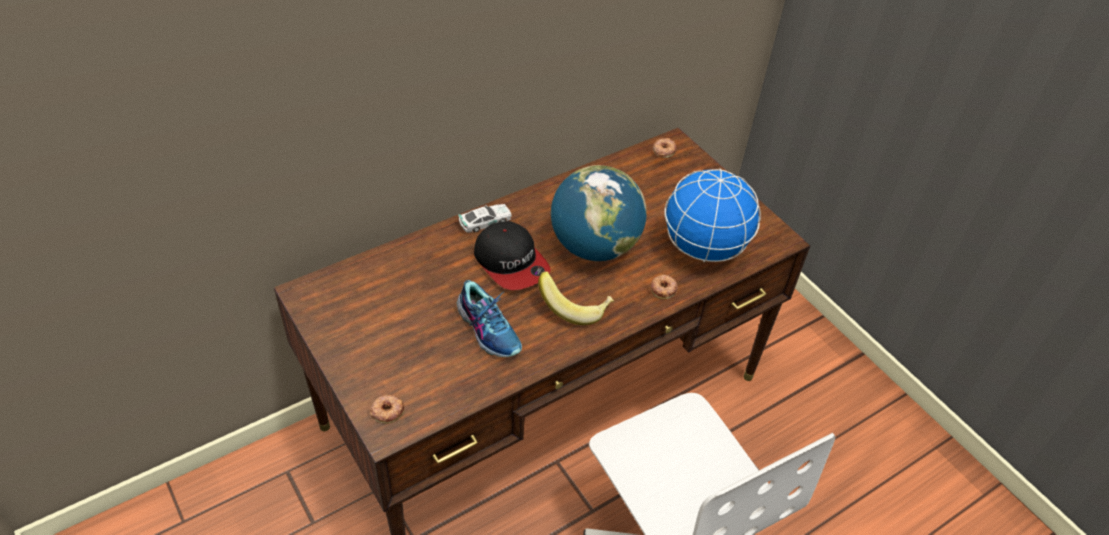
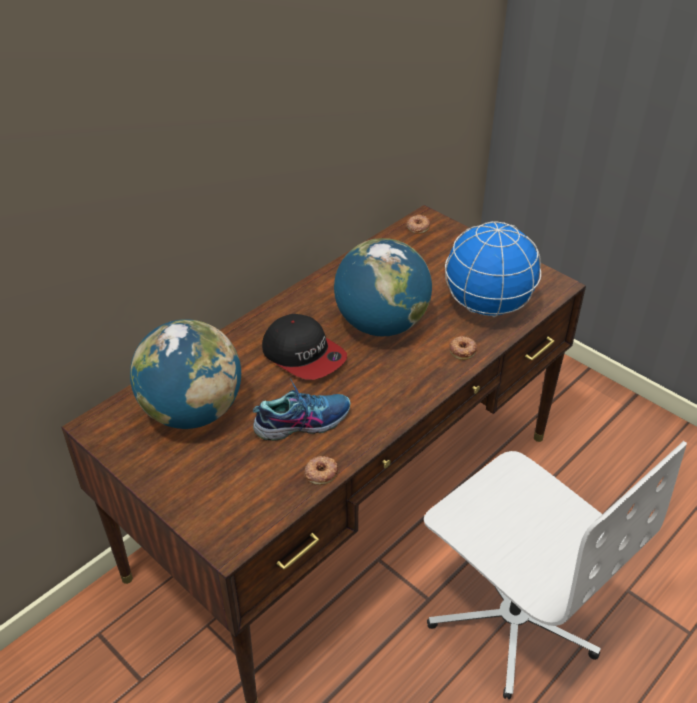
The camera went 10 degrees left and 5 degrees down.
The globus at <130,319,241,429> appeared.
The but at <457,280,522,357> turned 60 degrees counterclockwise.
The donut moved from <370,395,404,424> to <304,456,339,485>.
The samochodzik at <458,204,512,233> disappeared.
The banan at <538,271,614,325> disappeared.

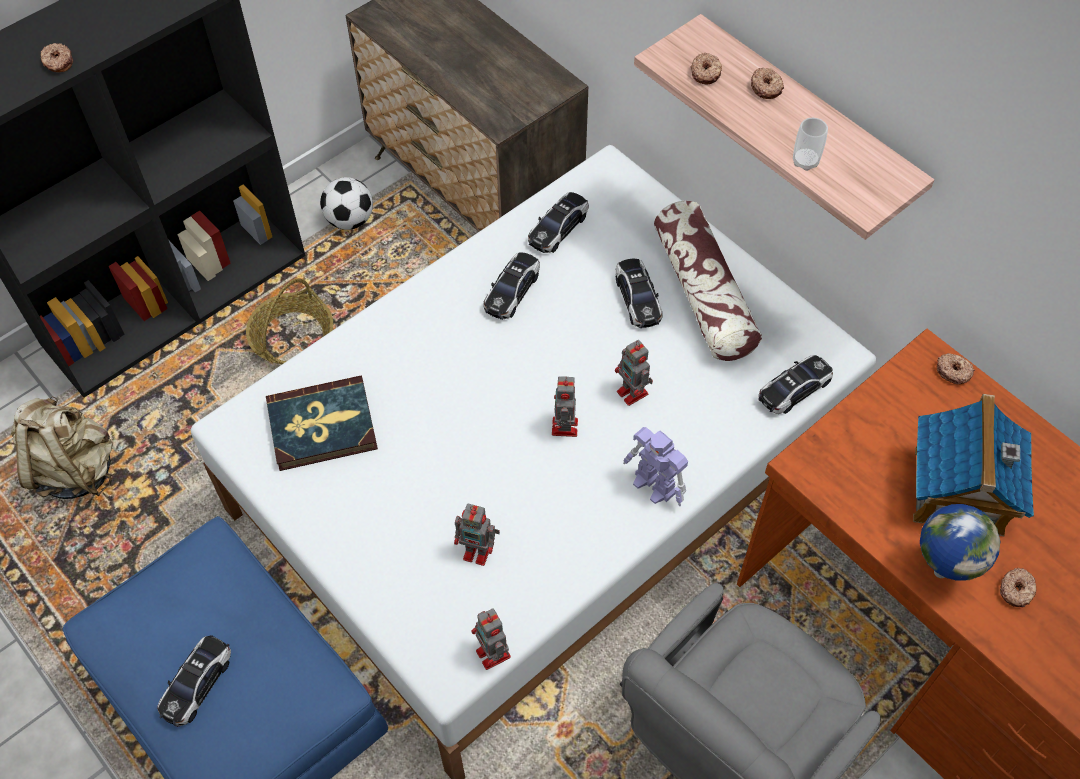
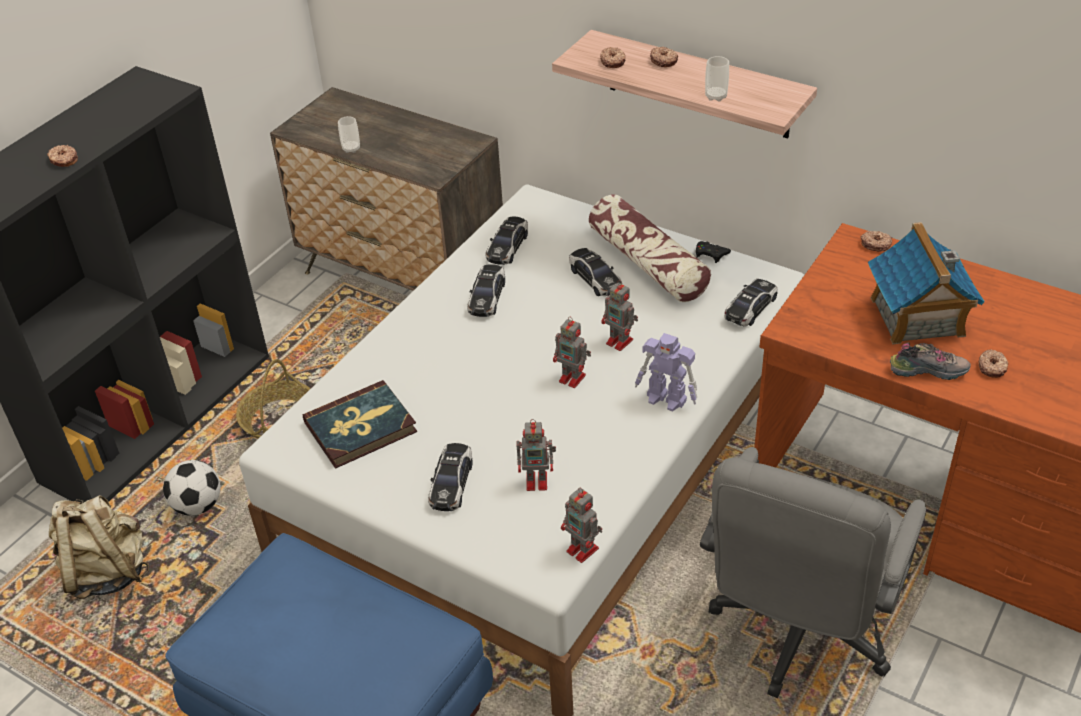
The camera went 15 degrees left and 15 degrees down.
The piłka futbolowa moved from <320,177,373,230> to <163,460,221,516>.
The filiżanka at <338,116,360,153> appeared.
The samochodzik moved from <157,635,231,727> to <428,443,473,511>.
The robot zabawkowy at <552,376,578,437> turned 45 degrees counterclockwise.
The pad do gier (czarny) at <696,241,731,263> appeared.
The globus at <920,504,1000,581> was replaced by the but at <890,342,971,380>.

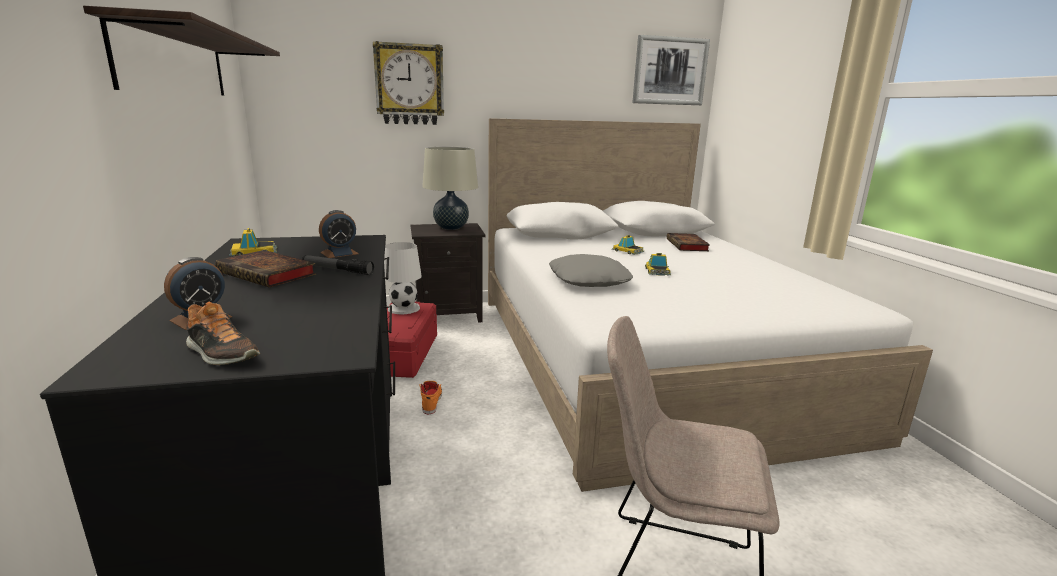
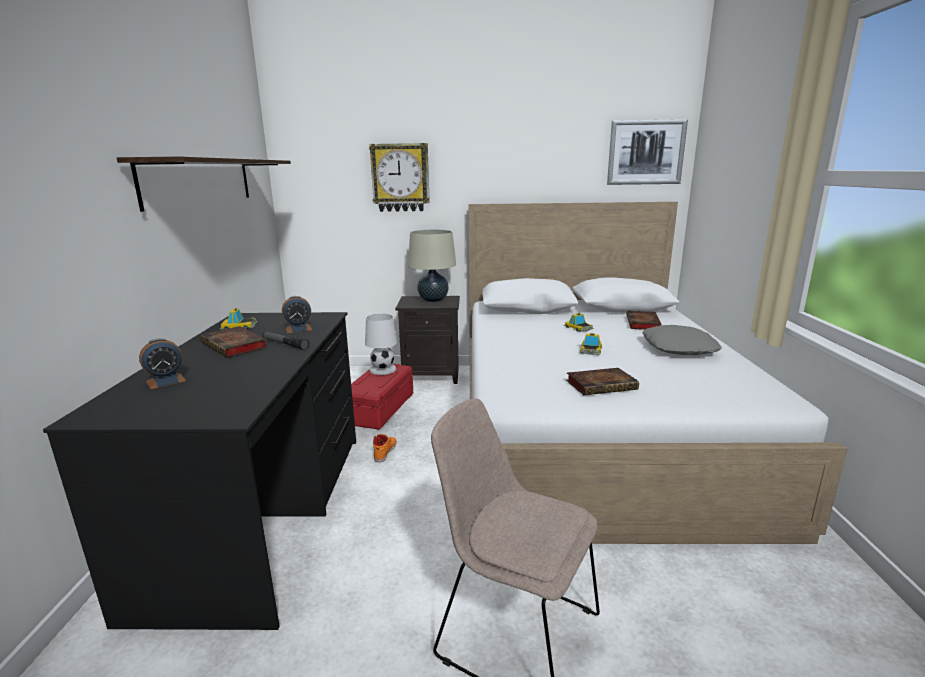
The camera went 15 degrees right and 0 degrees up.
The książka at <566,368,639,395> appeared.
The poduszka (szary) moved from <549,254,633,287> to <642,325,722,355>.
The but at <186,301,260,365> disappeared.

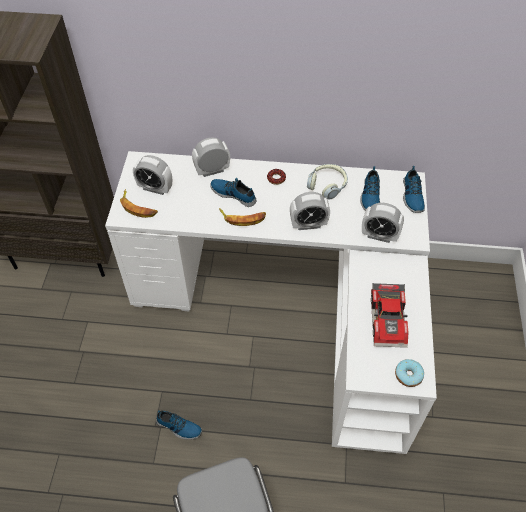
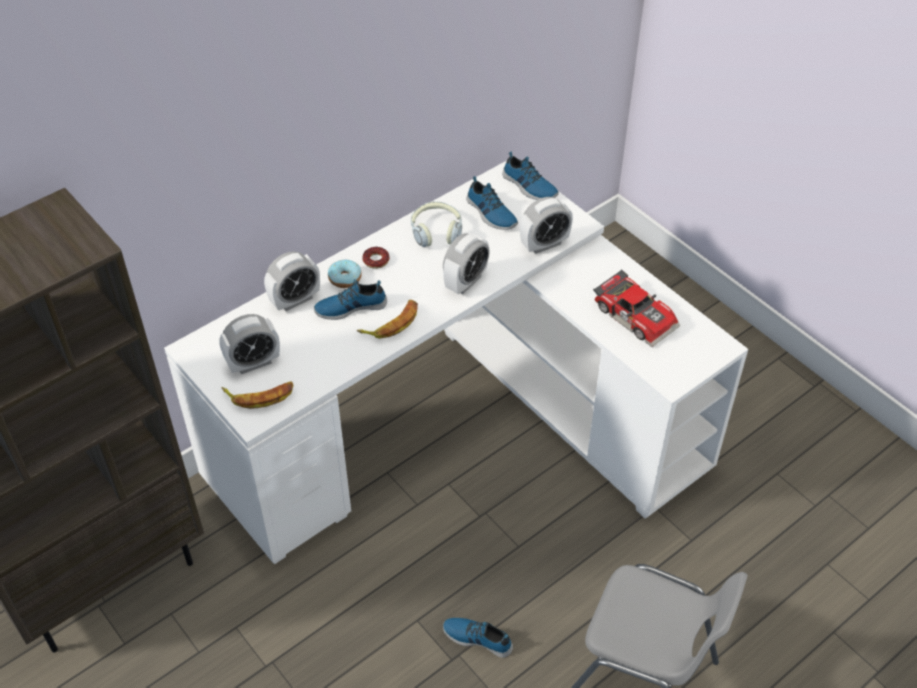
The camera went 45 degrees left and 5 degrees down.
The budzik at <192,137,230,177> turned 150 degrees counterclockwise.
The donut moved from <395,359,424,387> to <328,259,362,288>.
The but at <156,410,202,440> turned 135 degrees counterclockwise.

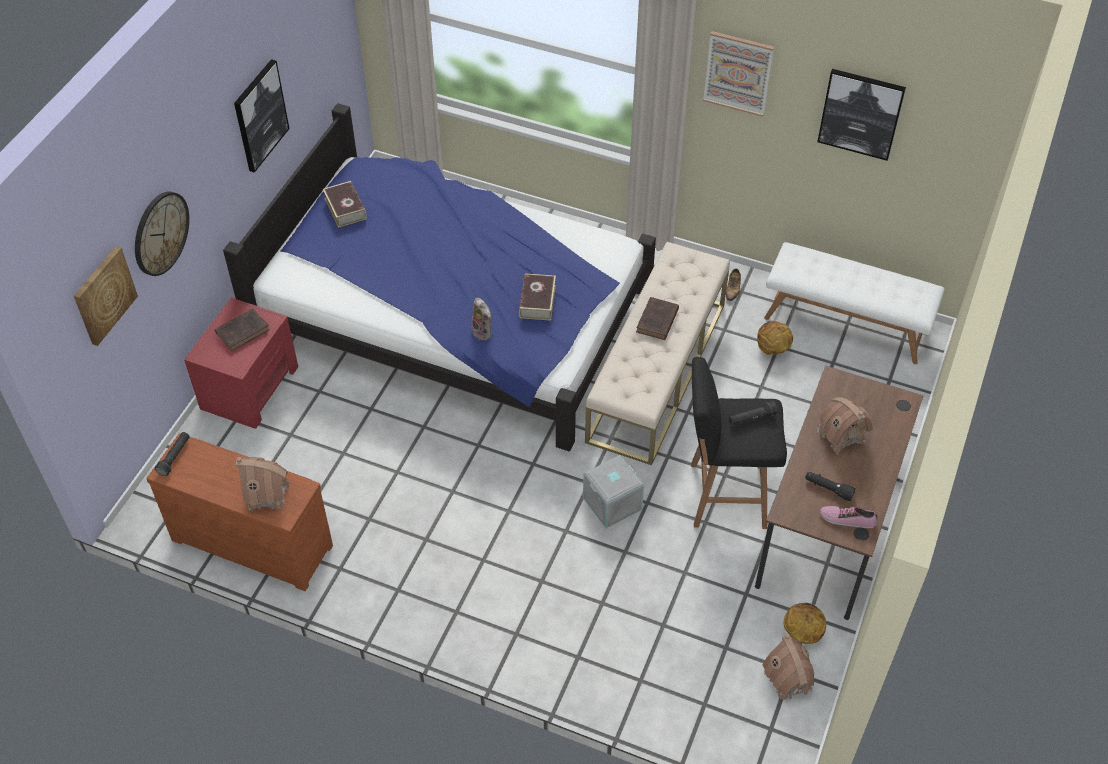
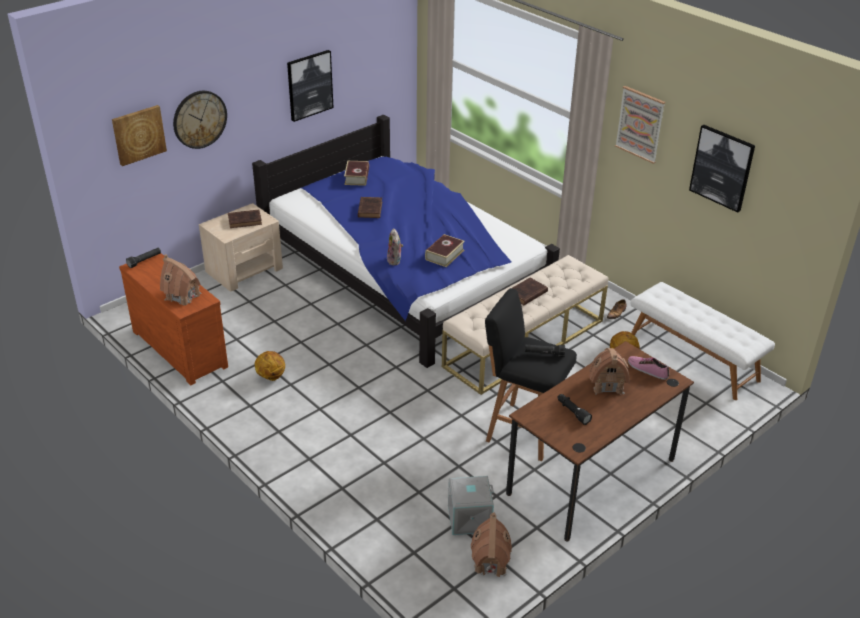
The camera went 25 degrees right and 15 degrees down.
The szafka nocna (czerwony) at <184,298,298,429> became the szafka nocna (beżowy) at <199,203,283,292>.
The piłka do koszykówki moved from <784,603,826,644> to <255,351,285,381>.
The książka (brązowy) at <358,197,382,218> appeared.
The pojemnik do przechowywania (szary) moved from <583,455,644,528> to <448,476,494,535>.
The but moved from <820,506,878,528> to <628,356,669,380>.

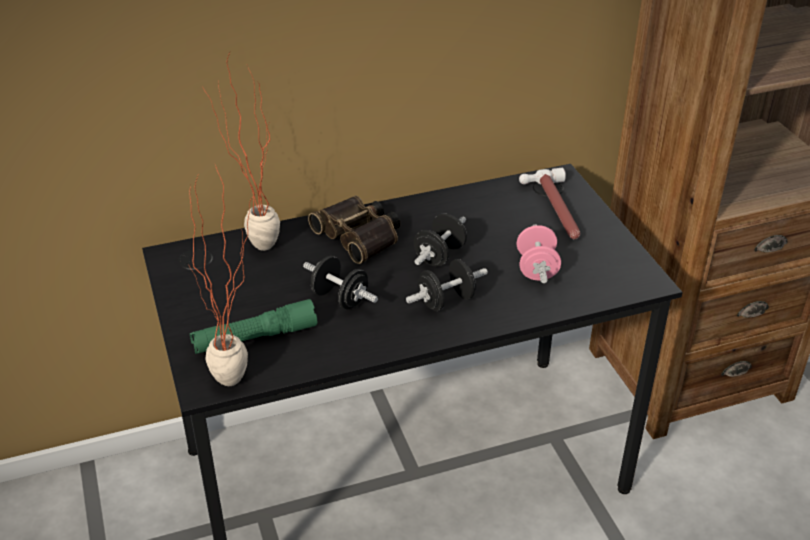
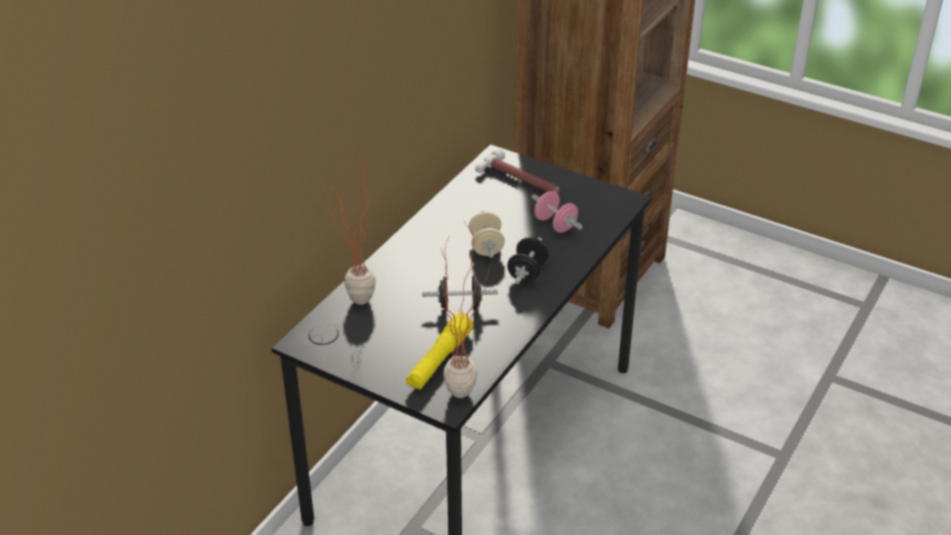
The camera went 40 degrees left and 0 degrees up.
The latarka (zielony) at <190,299,317,354> became the latarka (żółty) at <406,313,474,390>.
The hantel (czarny) at <413,213,467,266> became the hantel (beżowy) at <469,211,505,257>.
The lornetka at <308,196,400,264> disappeared.

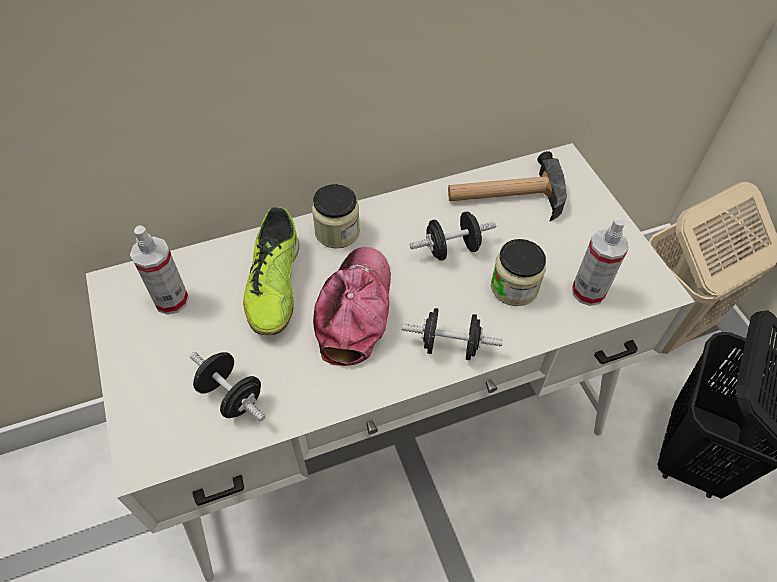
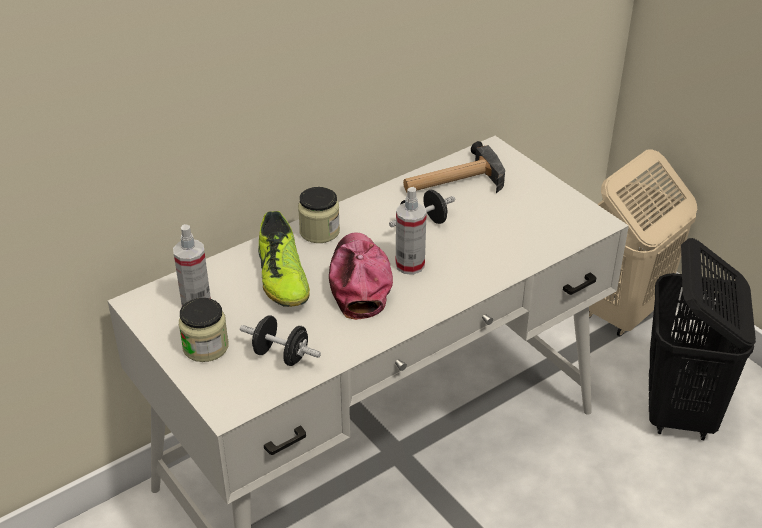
The camera went 15 degrees left and 15 degrees down.
The słoik moved from <491,239,546,306> to <179,298,229,362>.
The spryskiwacz moved from <572,218,629,306> to <396,187,427,275>.
The hantel (czarny) at <402,308,503,360> disappeared.

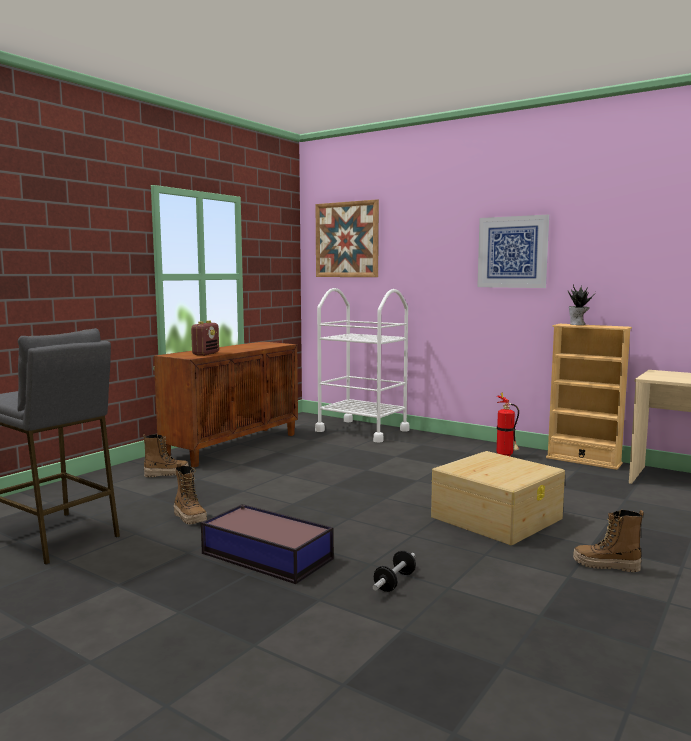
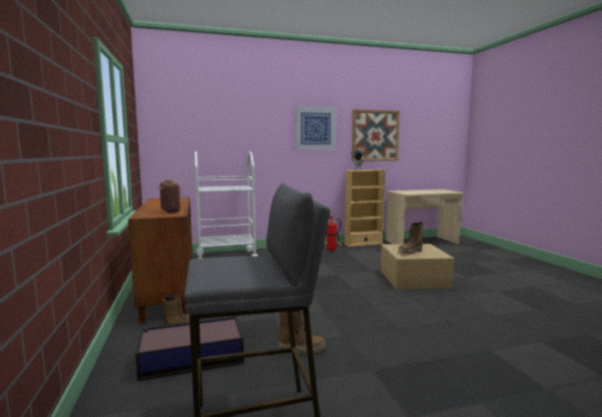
The camera went 50 degrees left and 0 degrees up.
The pojemnik do przechowywania moved from <201,504,334,584> to <136,317,244,381>.
The obraz moved from <316,199,379,277> to <352,109,400,161>.
The but z cholewką moved from <573,510,644,572> to <398,221,423,255>.
The hantel at <373,551,416,592> disappeared.

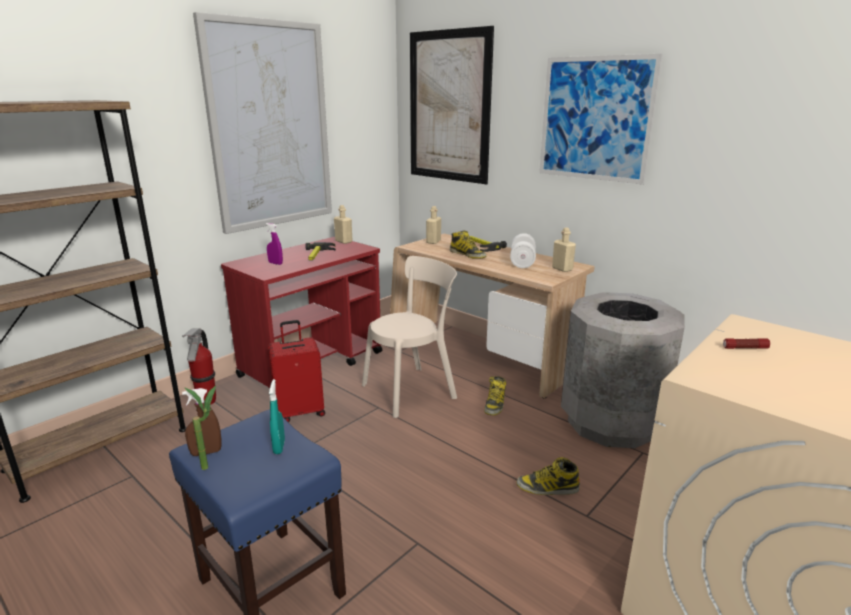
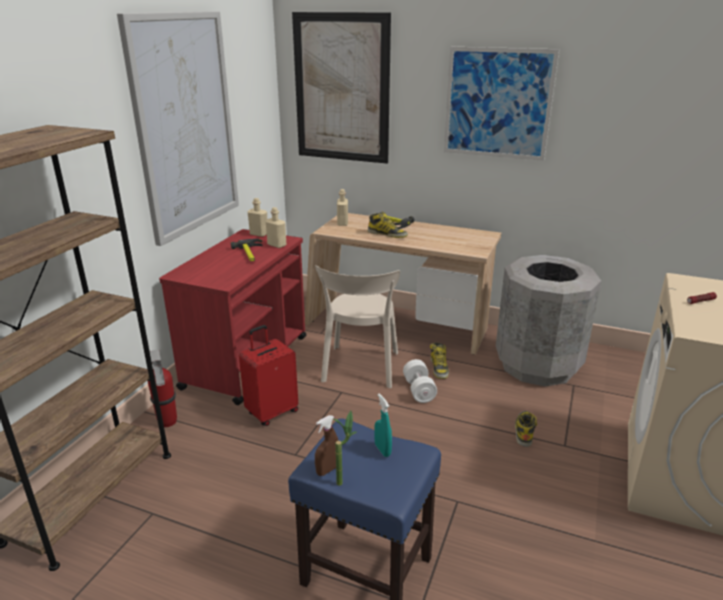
The camera went 20 degrees left and 5 degrees up.
The butelka (beżowy) moved from <552,227,576,272> to <266,207,286,248>.
The krzesło (beżowy) at <362,256,457,418> turned 150 degrees clockwise.
The hantel (biały) moved from <510,233,536,268> to <403,359,437,403>.
The but z cholewką at <516,457,580,495> turned 120 degrees clockwise.
The spryskiwacz (fioletowy) at <266,223,283,265> disappeared.

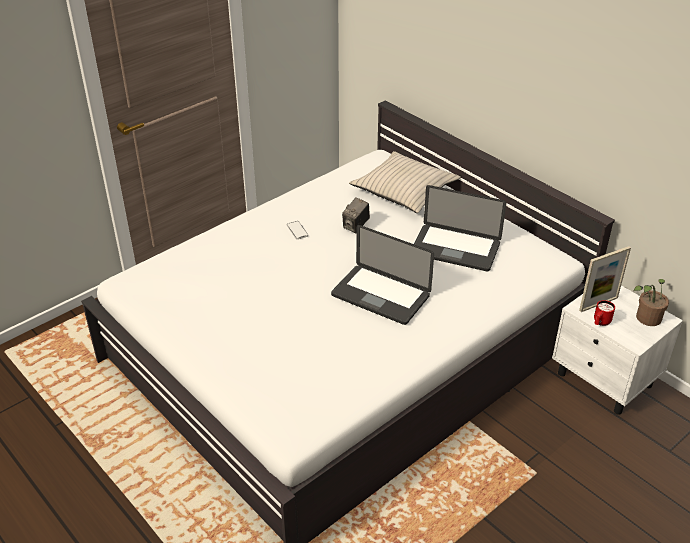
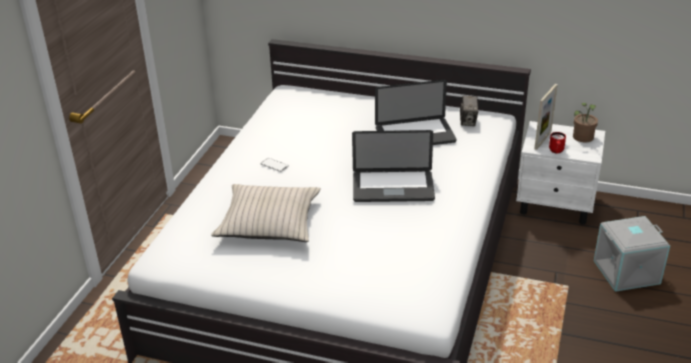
The camera went 30 degrees left and 5 degrees down.
The poduszka (beżowy) moved from <349,151,461,213> to <211,184,321,242>.
The aparat fotograficzny moved from <342,197,370,233> to <460,95,478,126>.
The pojemnik do przechowywania (szary) at <594,216,670,292> appeared.

